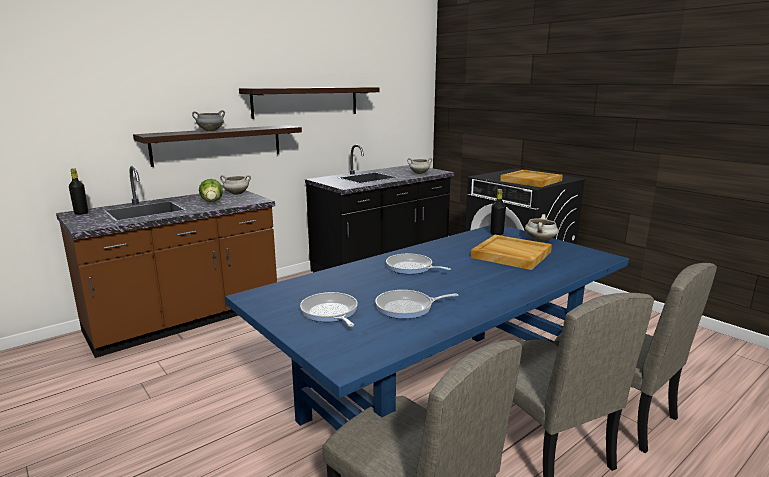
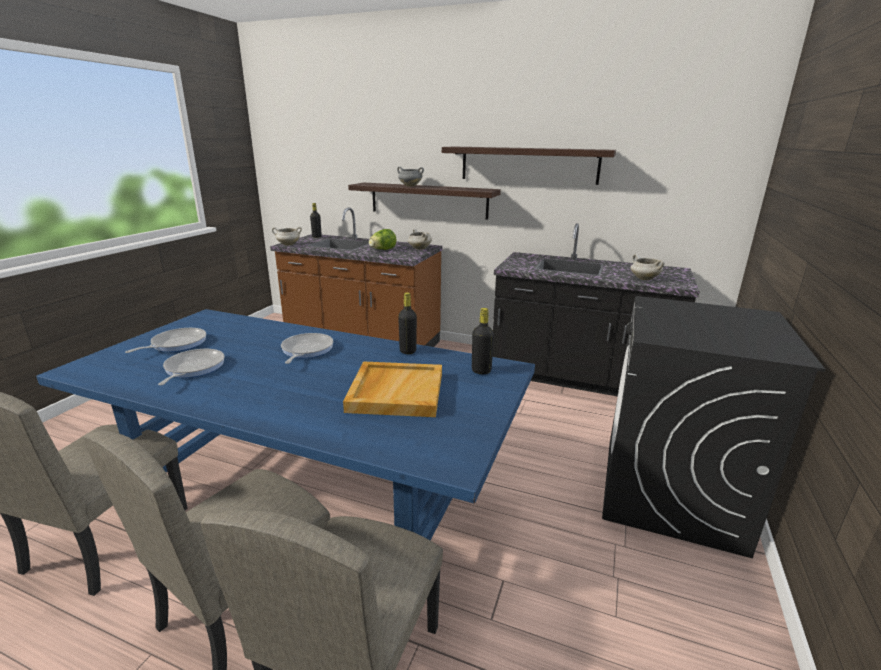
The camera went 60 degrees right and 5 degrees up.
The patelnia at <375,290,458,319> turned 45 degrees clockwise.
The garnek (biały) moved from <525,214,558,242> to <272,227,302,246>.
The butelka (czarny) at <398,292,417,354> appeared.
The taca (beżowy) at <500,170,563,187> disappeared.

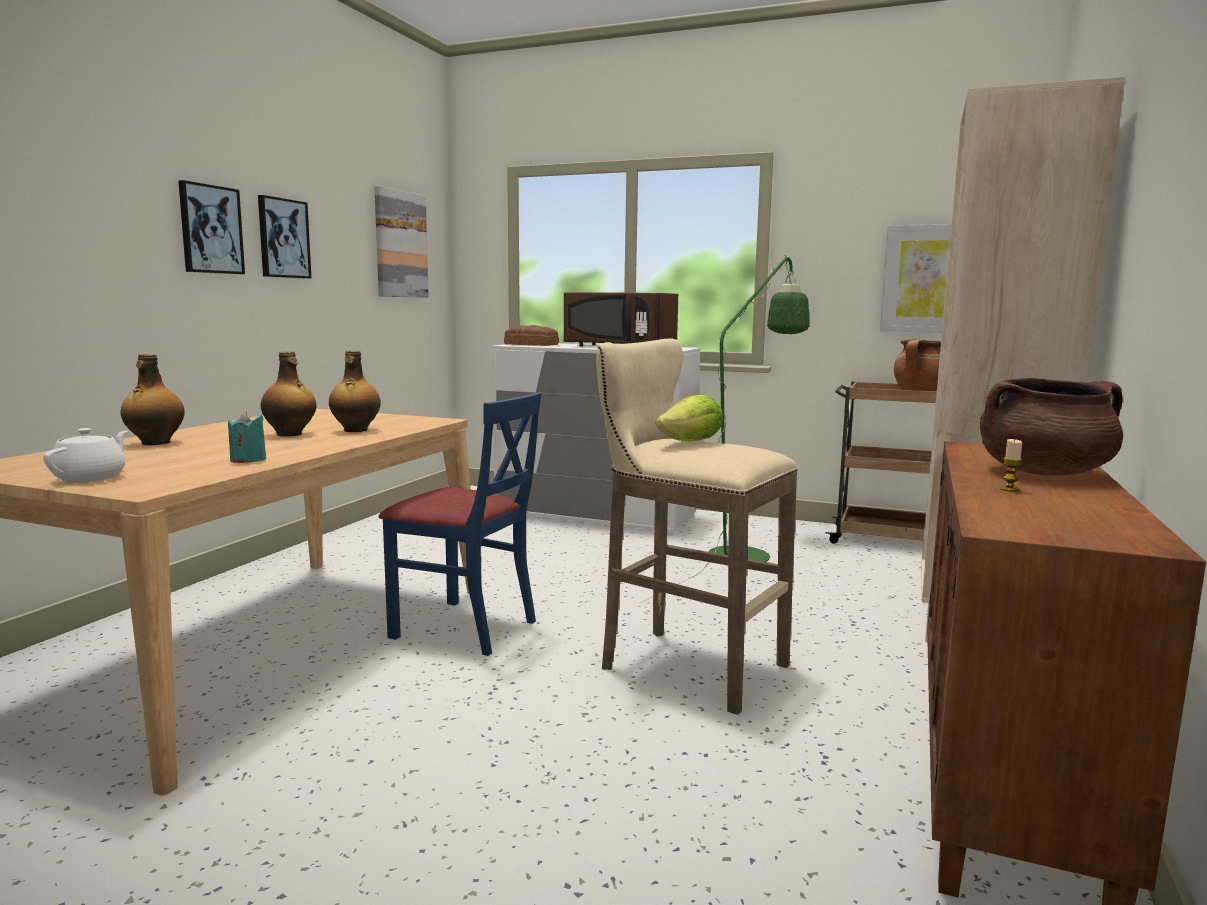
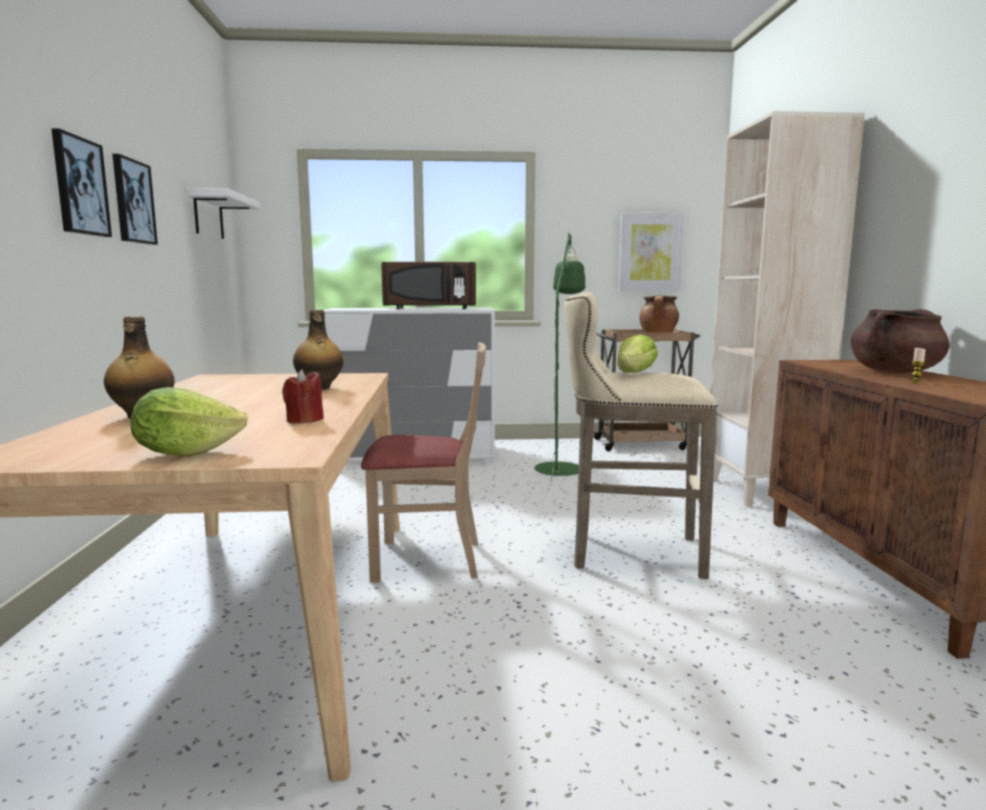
The camera went 25 degrees left and 0 degrees up.
The imbryk (biały) at <43,428,128,482> was replaced by the sałata at <130,387,248,457>.
The obraz at <374,186,429,298> was replaced by the półka (biały) at <187,188,260,239>.
The świeca (turkusowy) at <228,411,266,463> became the świeca (czerwony) at <282,369,324,424>.
The krzesło (niebieski) at <379,393,541,656> became the krzesło (beżowy) at <361,342,486,583>.
The butelka at <261,351,316,437> disappeared.
The chleb at <504,325,559,346> disappeared.

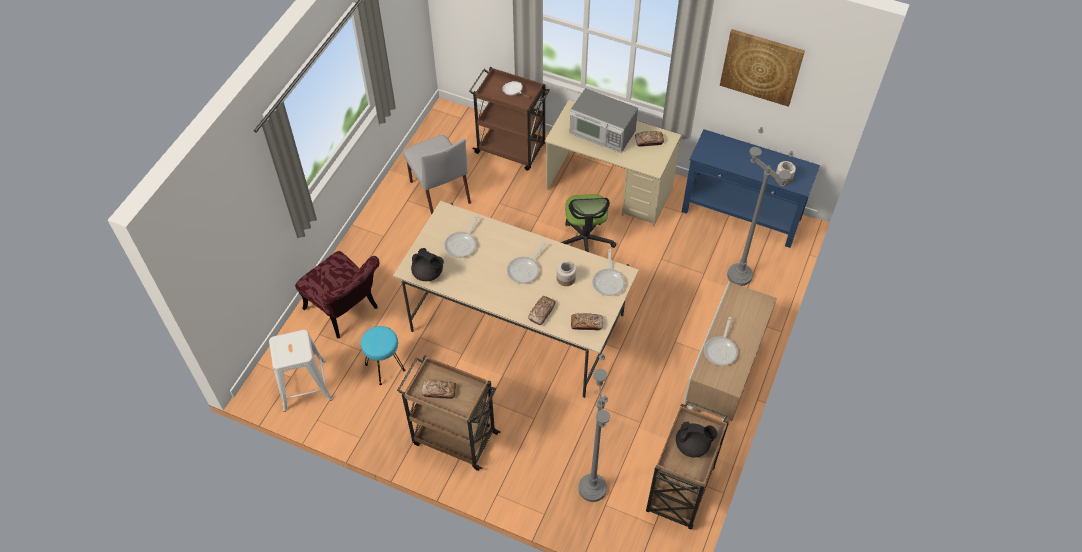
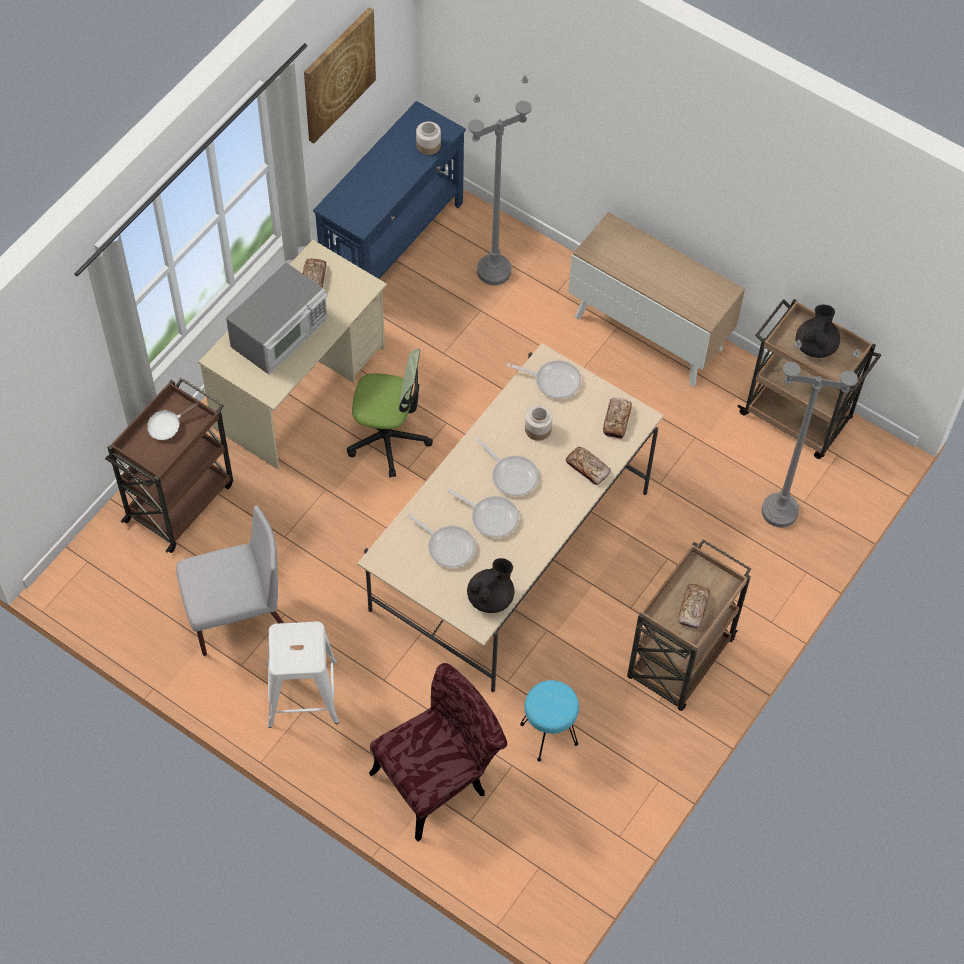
The camera went 80 degrees left and 5 degrees up.
The stołek (biały) moved from <269,330,332,412> to <267,621,339,728>.
The patelnia moved from <704,317,738,366> to <447,488,519,538>.

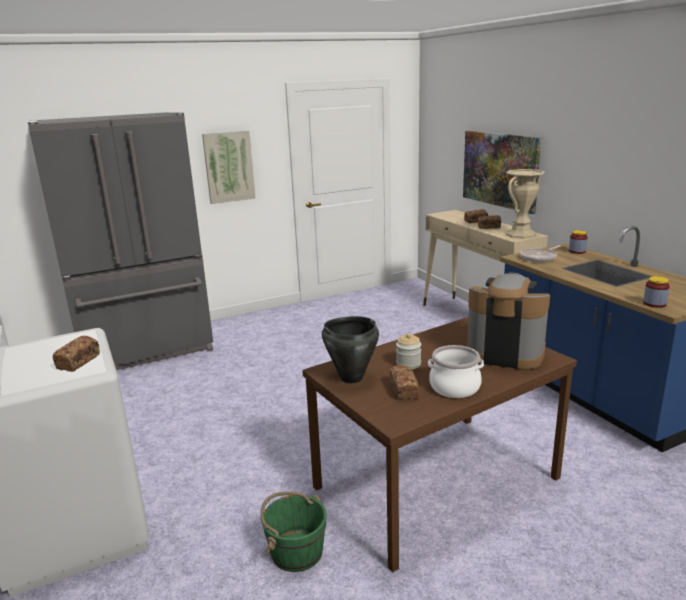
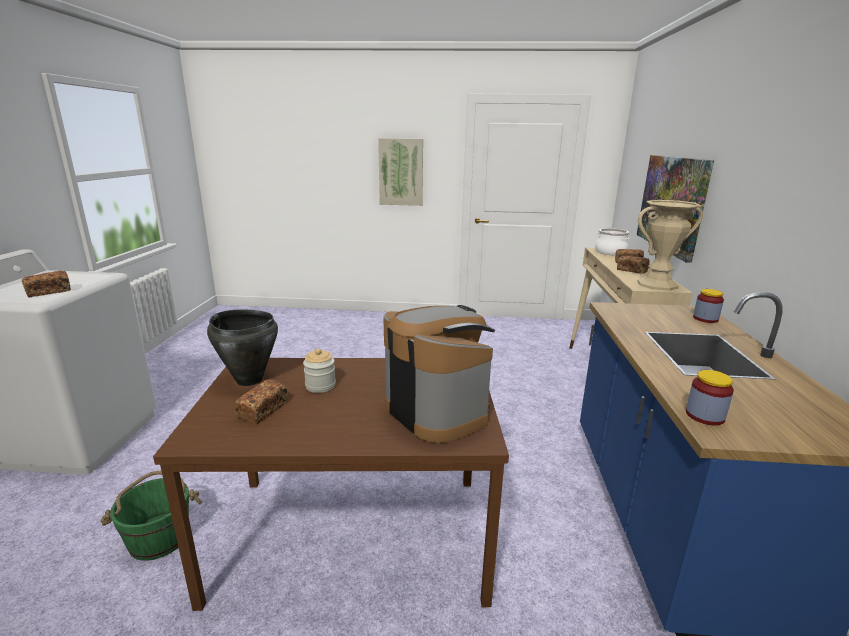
The camera went 30 degrees right and 0 degrees up.
The garnek moved from <428,345,484,398> to <595,228,631,256>.
The lodówka (szary) at <28,112,213,370> disappeared.
The patelnia at <520,245,561,262> disappeared.

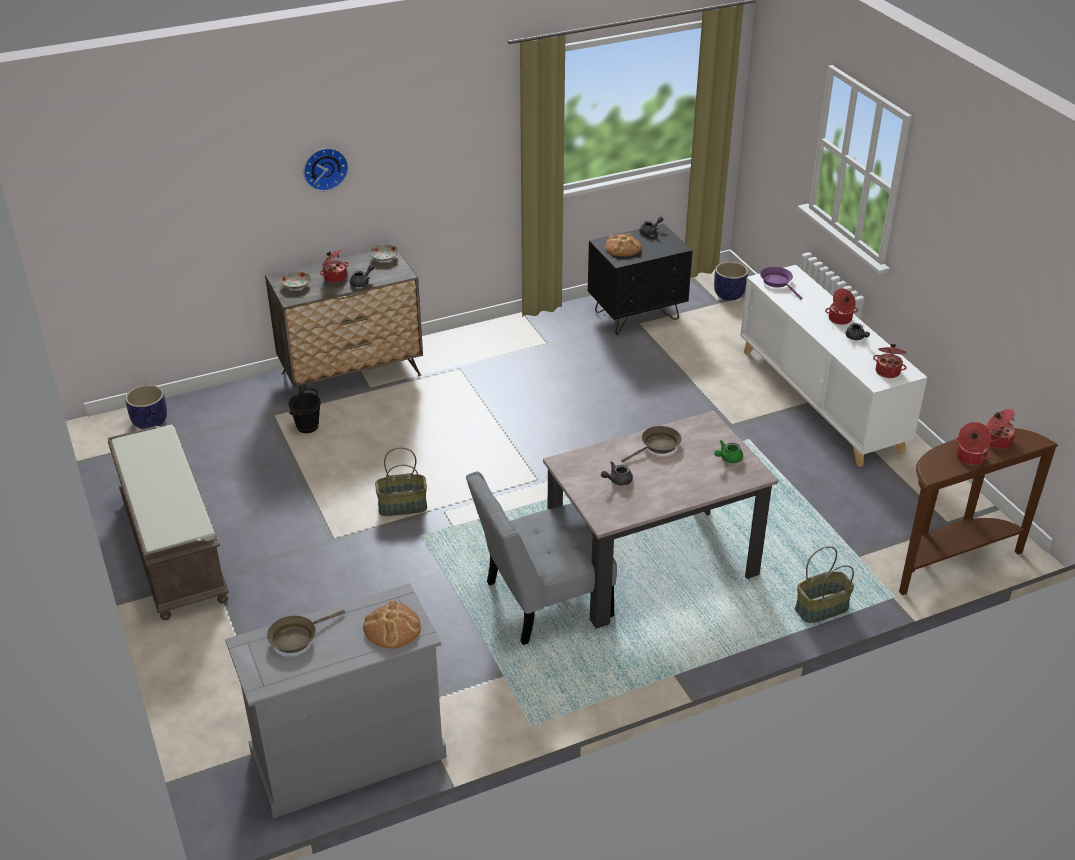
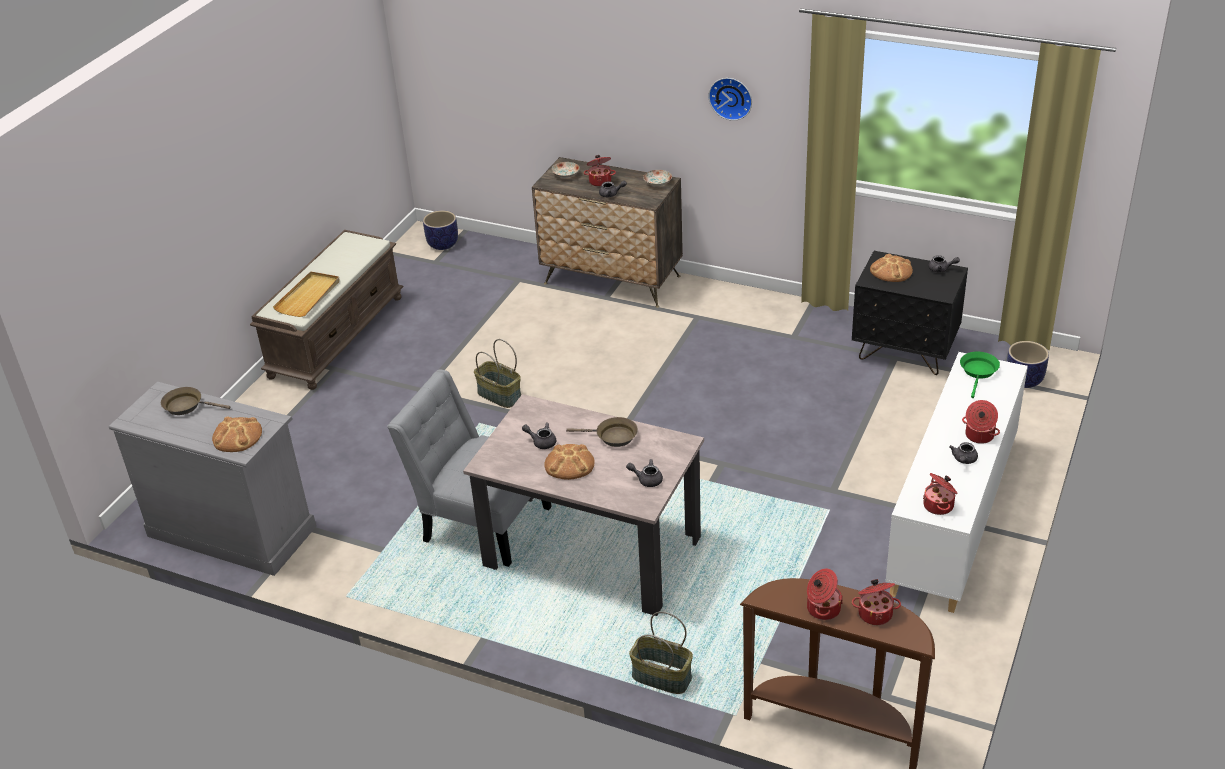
The camera went 50 degrees right and 0 degrees up.
The taca (beżowy) at <273,272,340,317> appeared.
The chleb at <544,444,595,480> appeared.
The imbryk (zielony) at <714,440,743,463> became the imbryk (szary) at <626,459,663,487>.
The zegar ścienny moved from <303,148,348,191> to <709,78,752,121>.
The patelnia (fioletowy) at <760,267,802,300> became the patelnia (zielony) at <960,352,1000,398>.
The wiadro (czarny) at <289,388,321,433> disappeared.

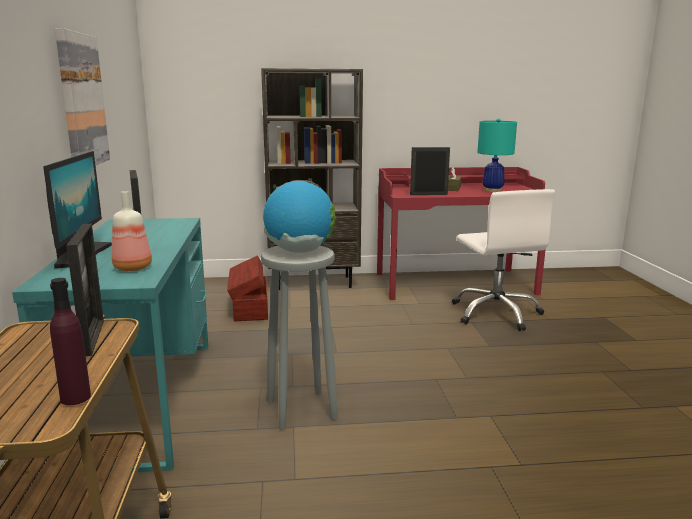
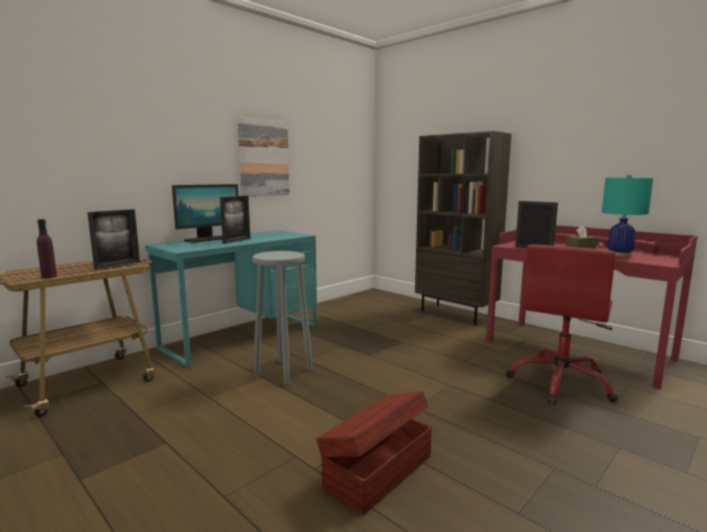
The camera went 50 degrees right and 5 degrees down.
The pojemnik do przechowywania (brązowy) moved from <227,255,268,321> to <316,391,432,515>.
The krzesło biurowe (biały) at <452,189,555,331> became the krzesło biurowe (czerwony) at <506,245,618,404>.
The butelka at <112,191,152,271> disappeared.
The globus at <263,180,336,253> disappeared.

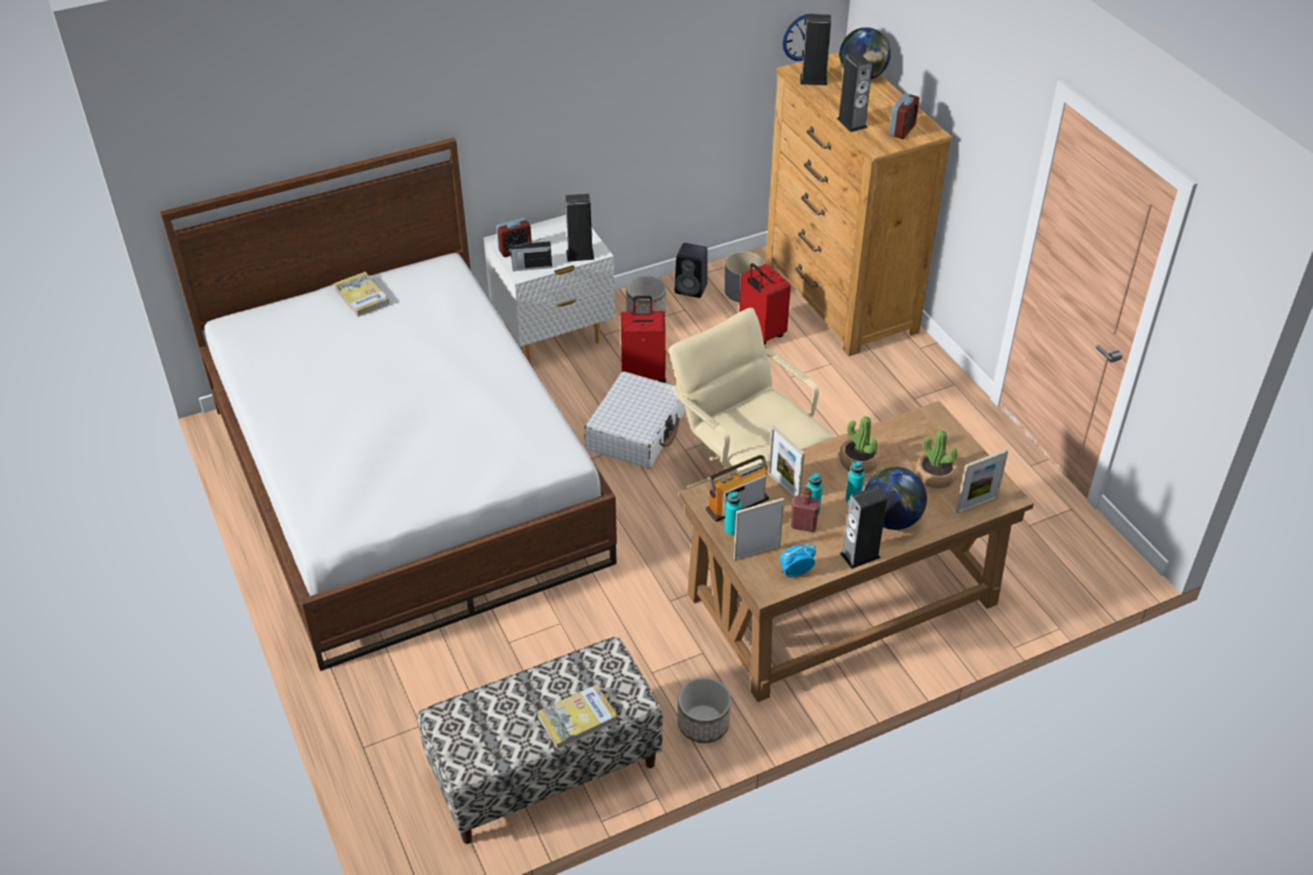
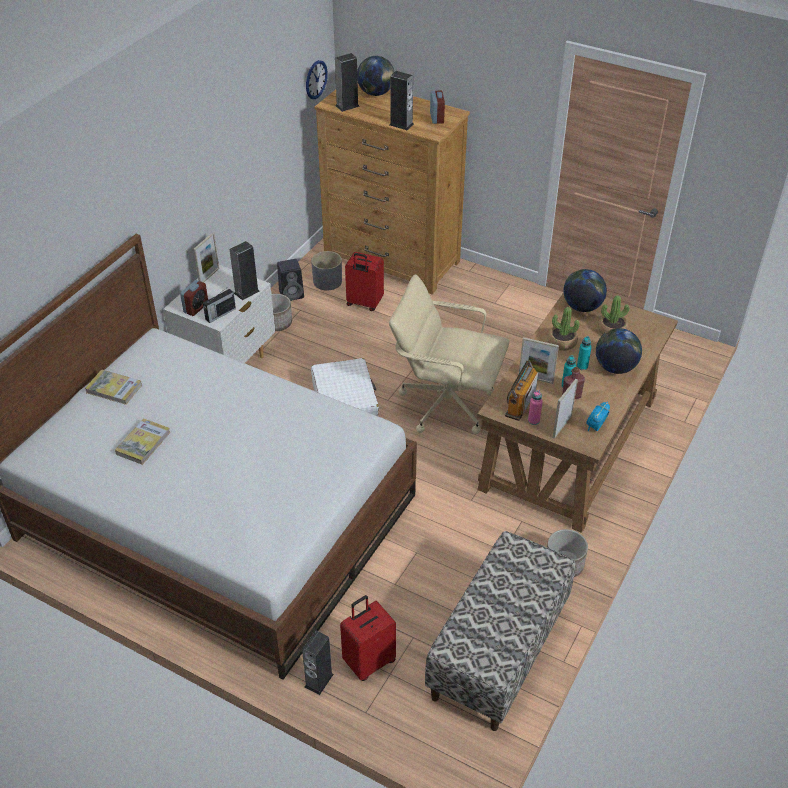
The camera went 35 degrees left and 0 degrees up.
The książka moved from <537,684,618,749> to <115,418,171,465>.
The ramka na zdjęcie moved from <956,449,1008,514> to <193,232,219,283>.
The głośnik moved from <840,486,887,569> to <302,631,334,695>.
The walizka (czerwony) moved from <621,296,666,383> to <340,595,396,681>.
The butelka (turkusowy) at <725,492,742,536> became the butelka (różowy) at <528,390,543,425>.
The globus at <563,269,607,312> appeared.

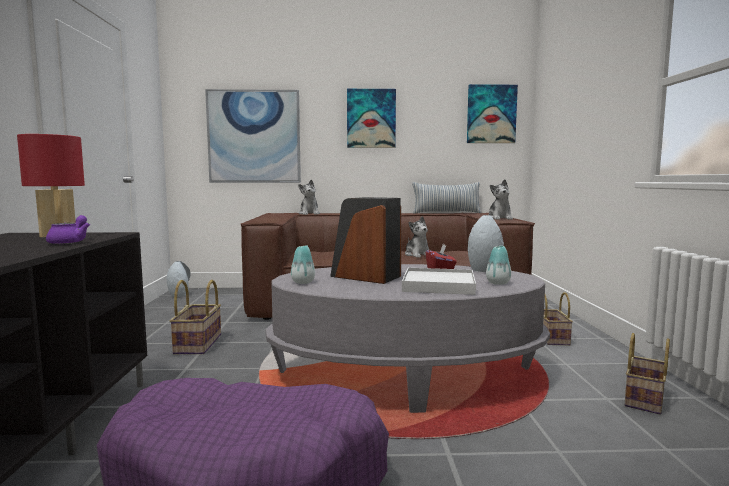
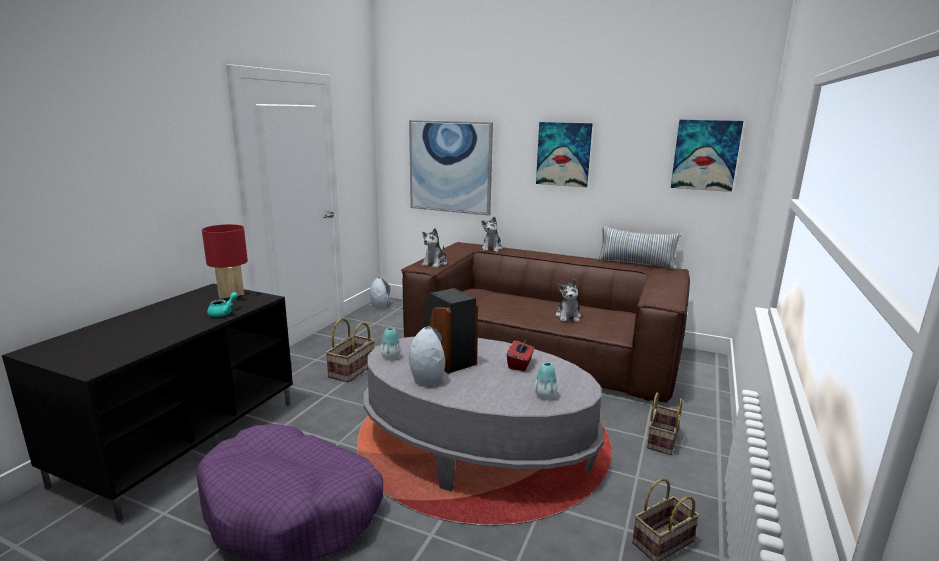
The camera went 25 degrees right and 10 degrees up.
The imbryk (fioletowy) at <46,215,90,244> became the imbryk (turkusowy) at <207,292,238,317>.
The wazon (szary) moved from <468,215,504,272> to <409,327,445,386>.
The pluszak moved from <488,179,513,220> to <422,228,447,268>.
The taca (biały) at <402,268,476,295> disappeared.

